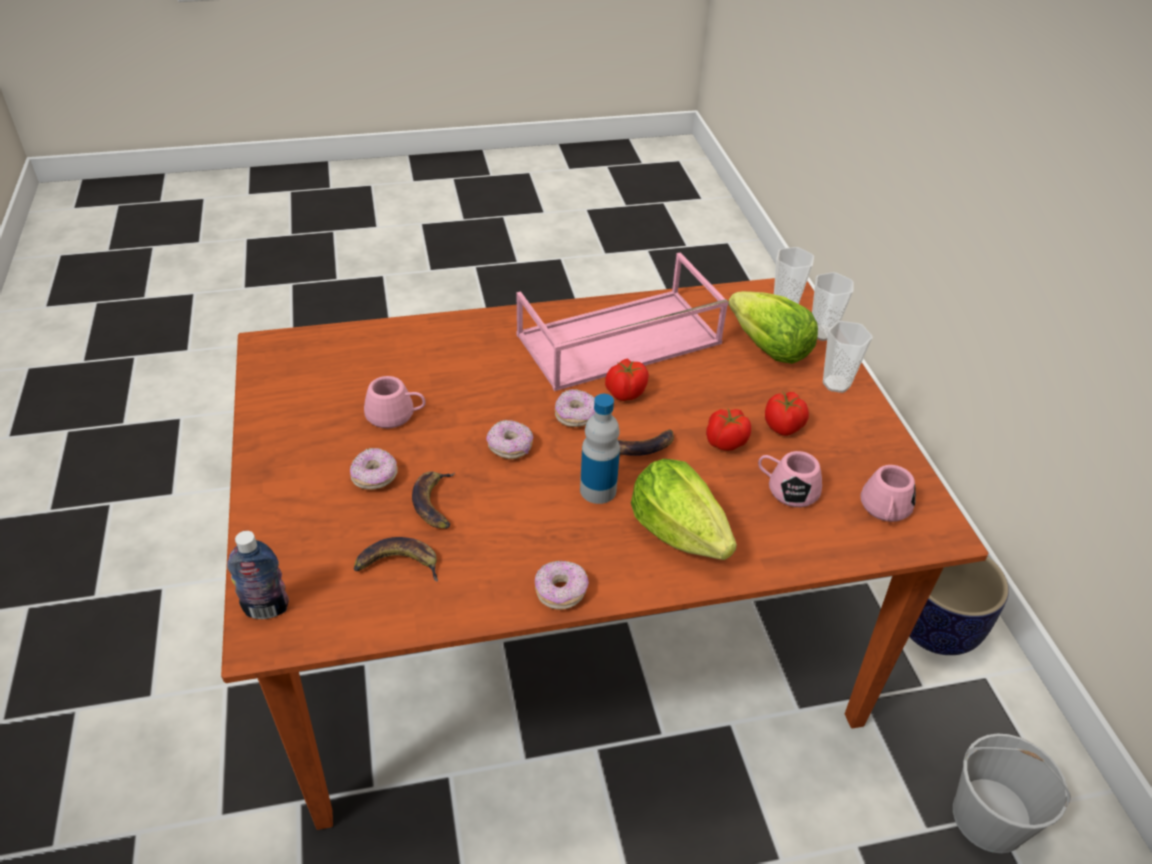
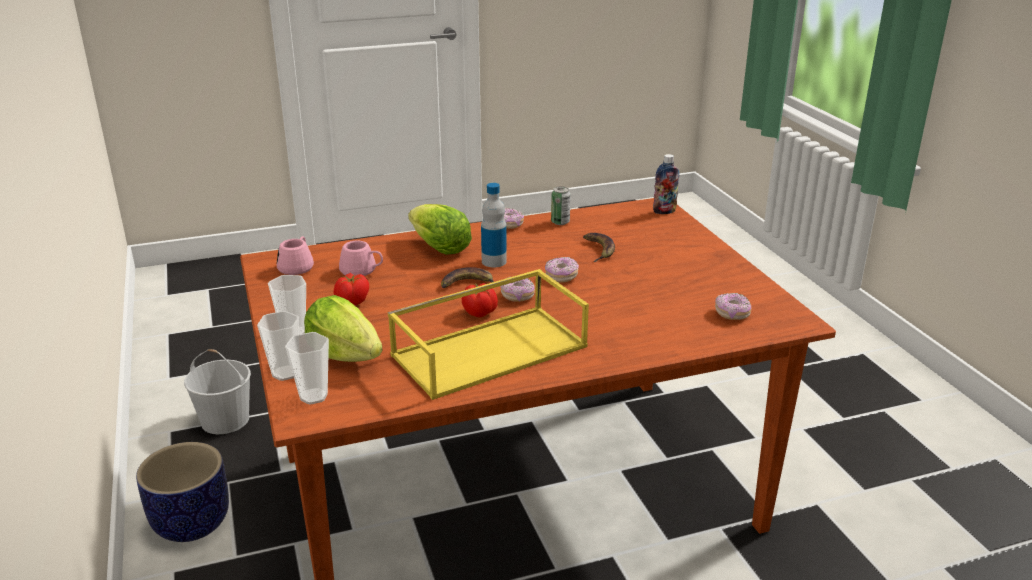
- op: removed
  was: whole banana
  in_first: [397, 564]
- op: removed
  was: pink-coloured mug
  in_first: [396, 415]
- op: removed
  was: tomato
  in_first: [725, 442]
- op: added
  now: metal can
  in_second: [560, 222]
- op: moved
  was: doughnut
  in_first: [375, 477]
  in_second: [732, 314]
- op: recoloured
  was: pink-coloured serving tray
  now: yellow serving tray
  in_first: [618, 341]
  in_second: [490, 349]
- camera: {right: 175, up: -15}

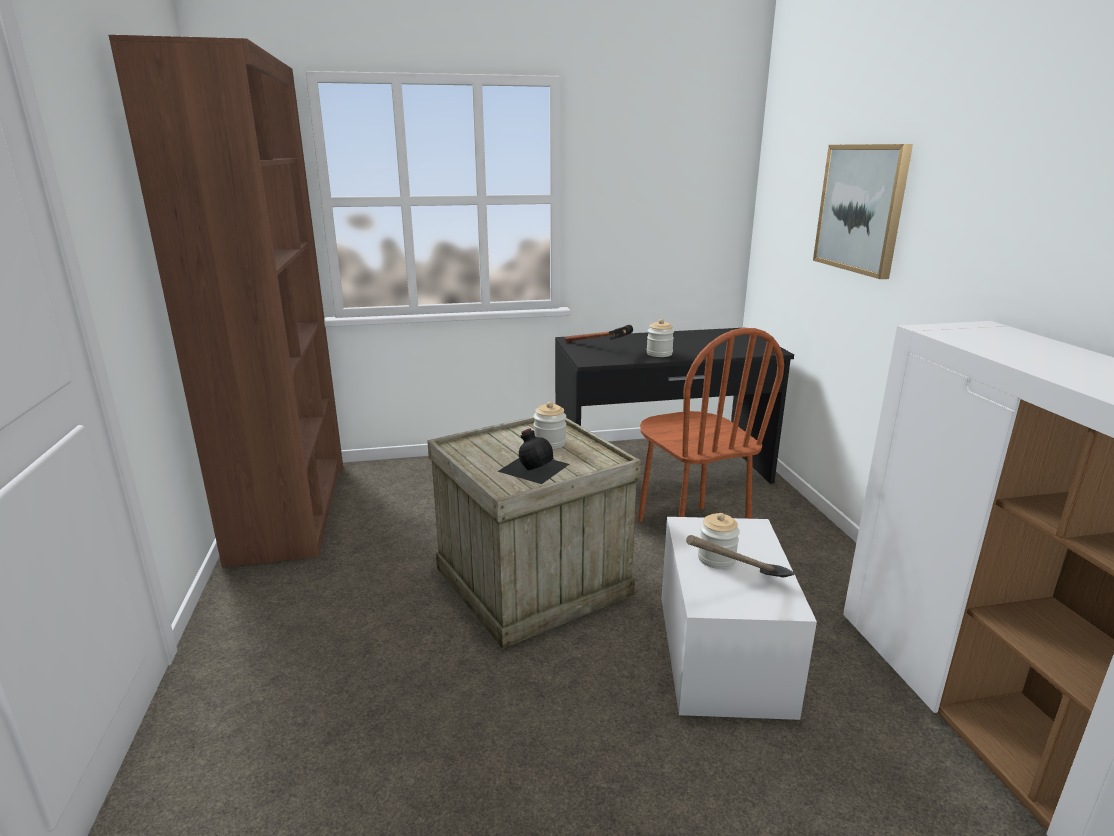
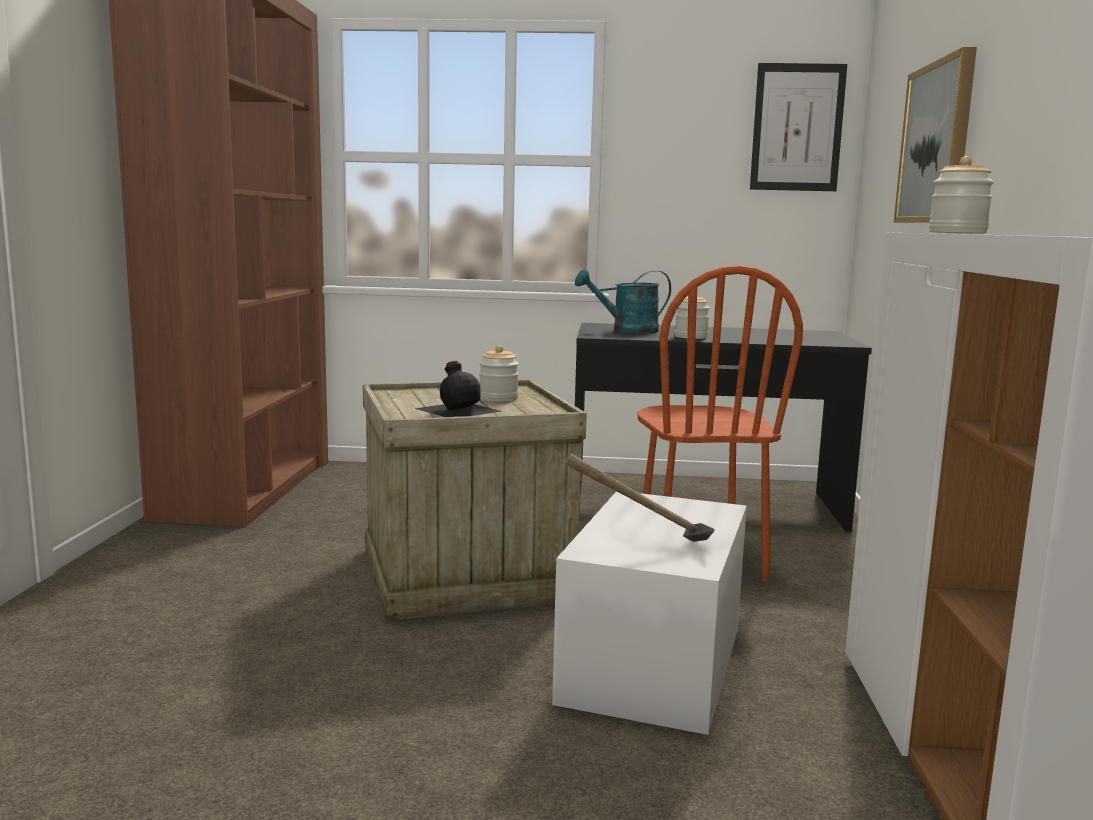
- op: added
  now: wall art
  in_second: [797, 127]
- op: moved
  was: preserve jar
  in_first: [716, 559]
  in_second: [957, 233]
- op: replaced
  was: hammer
  now: turquoise-coloured watering pot
  in_first: [603, 348]
  in_second: [626, 330]
- camera: {right: 15, up: -10}

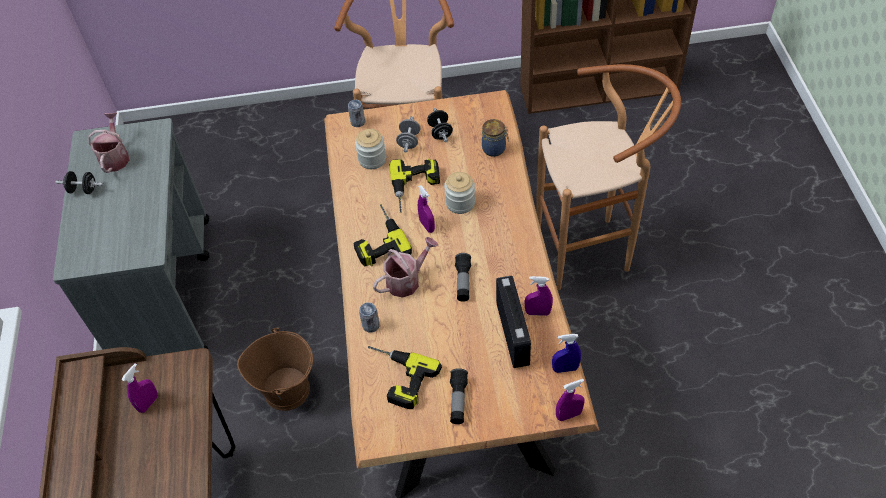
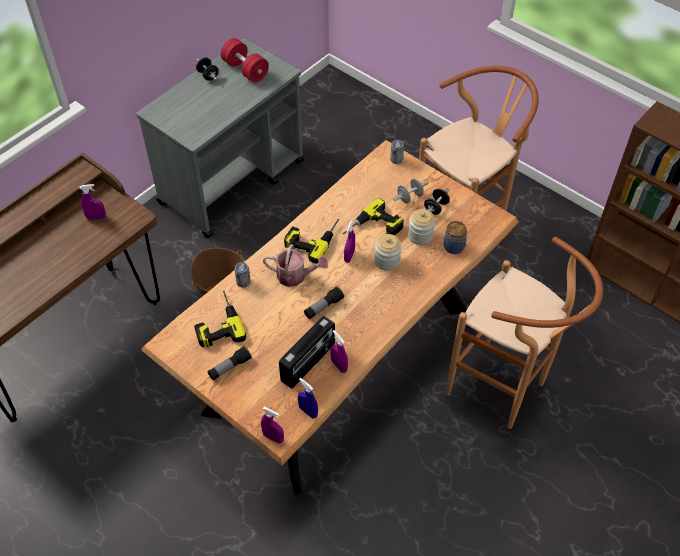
- op: moved
  was: preserve jar
  in_first: [372, 159]
  in_second: [420, 235]
- op: replaced
  was: watering pot
  now: red free weight
  in_first: [115, 157]
  in_second: [245, 70]
- camera: {right: 45, up: 0}

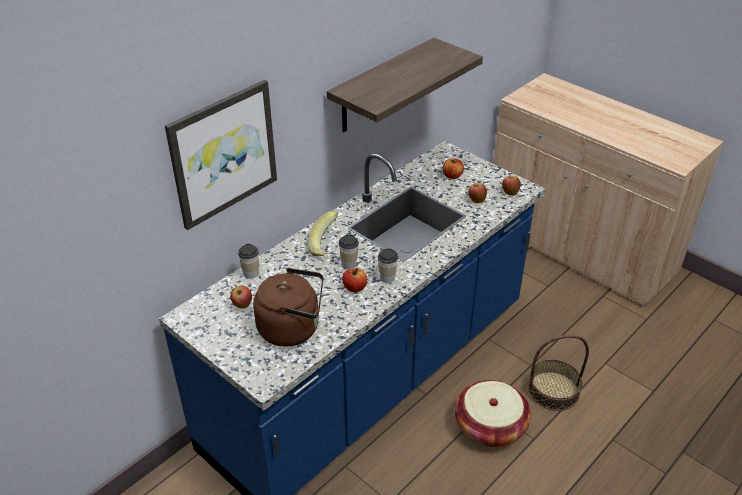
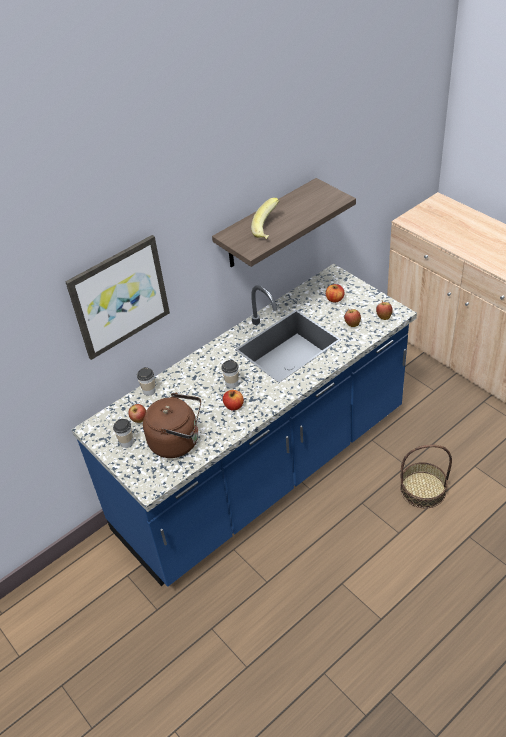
- op: removed
  was: household basket
  in_first: [490, 426]
- op: moved
  was: whole banana
  in_first: [326, 246]
  in_second: [268, 230]
- op: moved
  was: cup
  in_first: [387, 277]
  in_second: [126, 442]
- camera: {right: 10, up: 5}

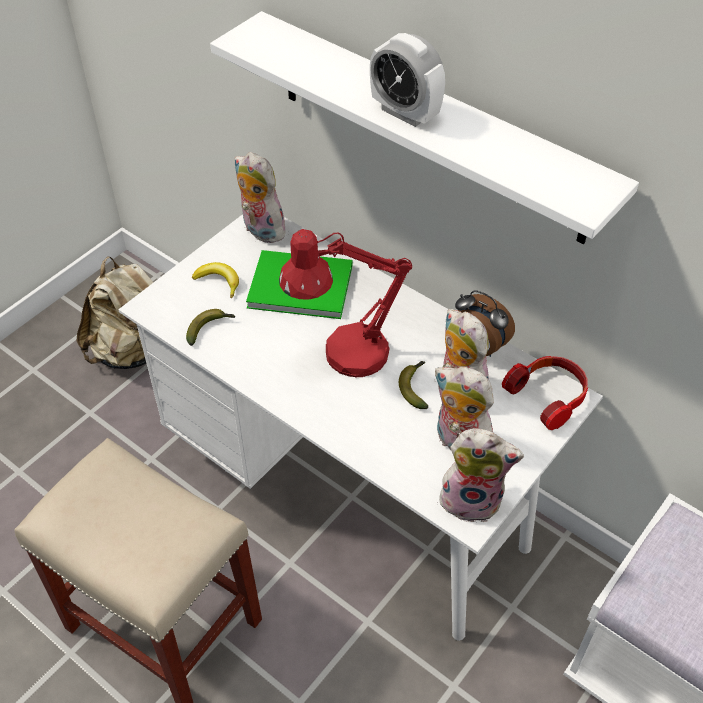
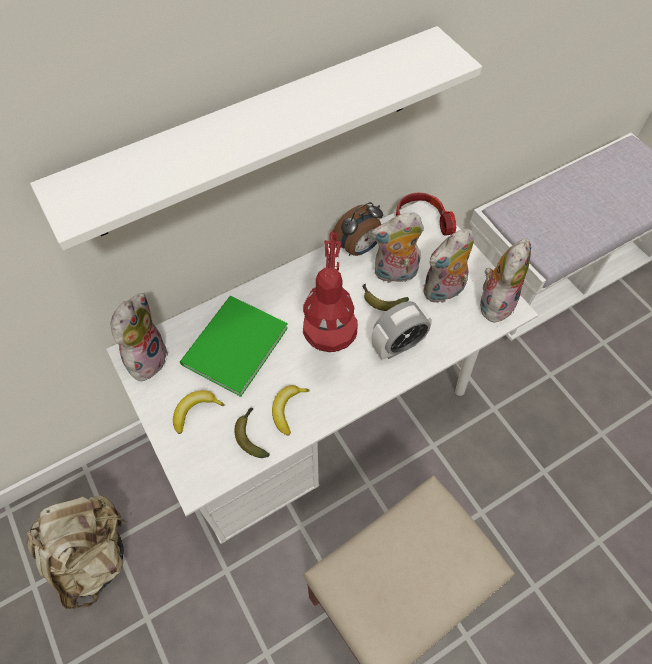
- op: added
  now: whole banana
  in_second: [287, 409]
- op: moved
  was: alarm clock
  in_first: [405, 113]
  in_second: [398, 345]
- op: turned
  was: plush toy
  in_first: [260, 230]
  in_second: [146, 357]
  clockwise: 135
- camera: {right: -70, up: 10}

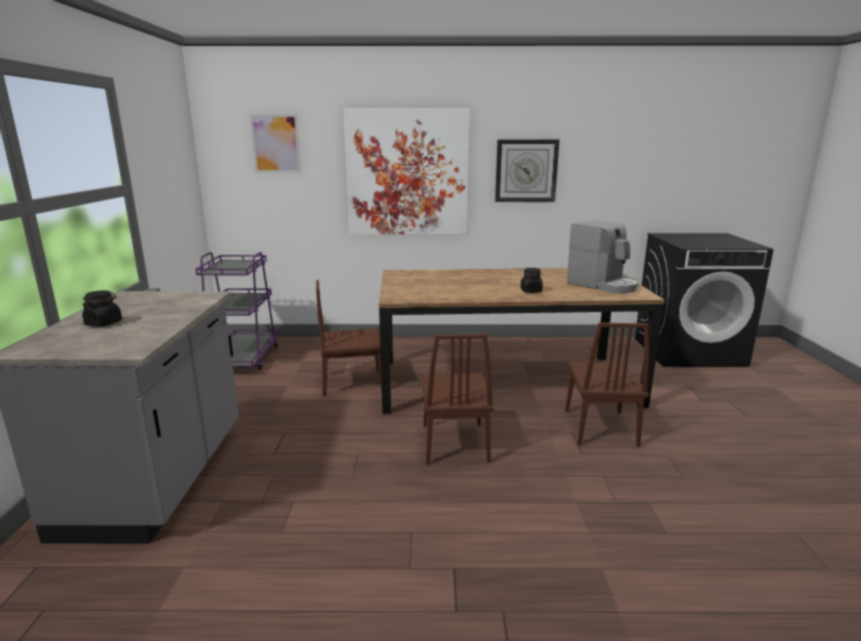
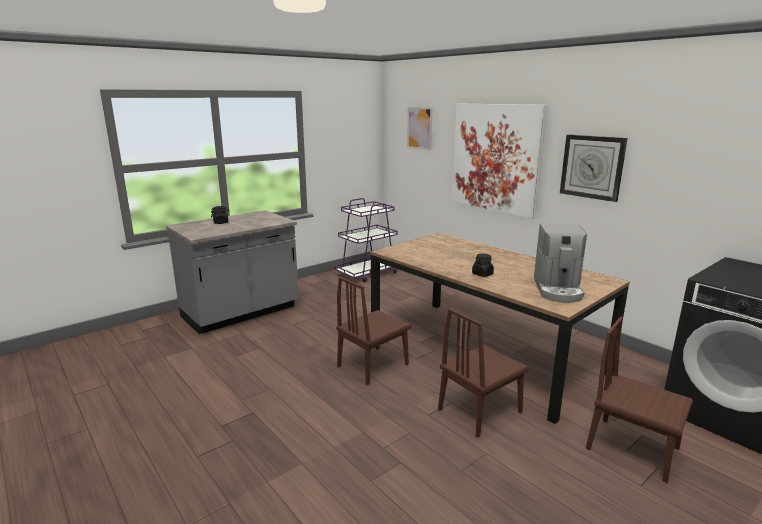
- op: moved
  was: brown chair
  in_first: [353, 382]
  in_second: [632, 448]
- camera: {right: 50, up: 0}

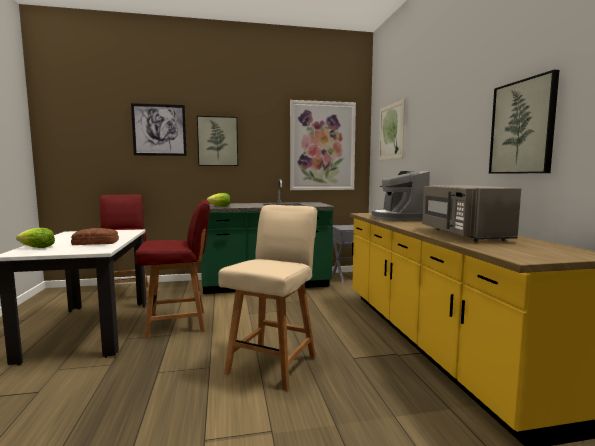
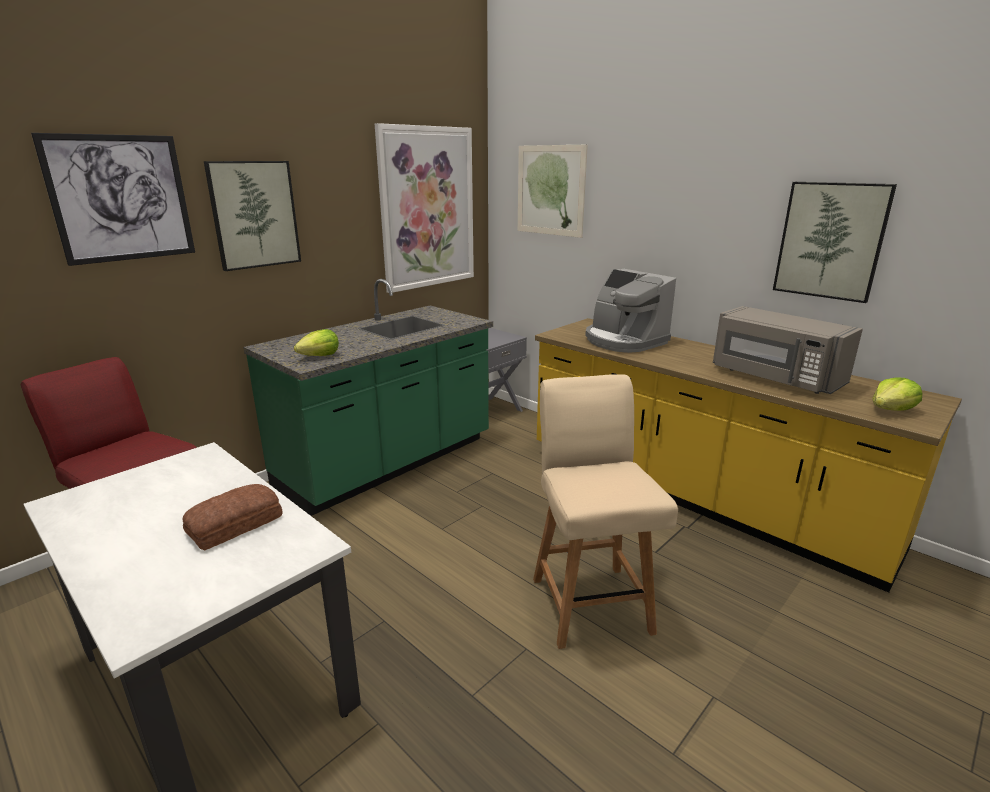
- op: removed
  was: red chair
  in_first: [179, 323]
- op: moved
  was: lettuce
  in_first: [37, 247]
  in_second: [891, 410]
- camera: {right: -35, up: 15}

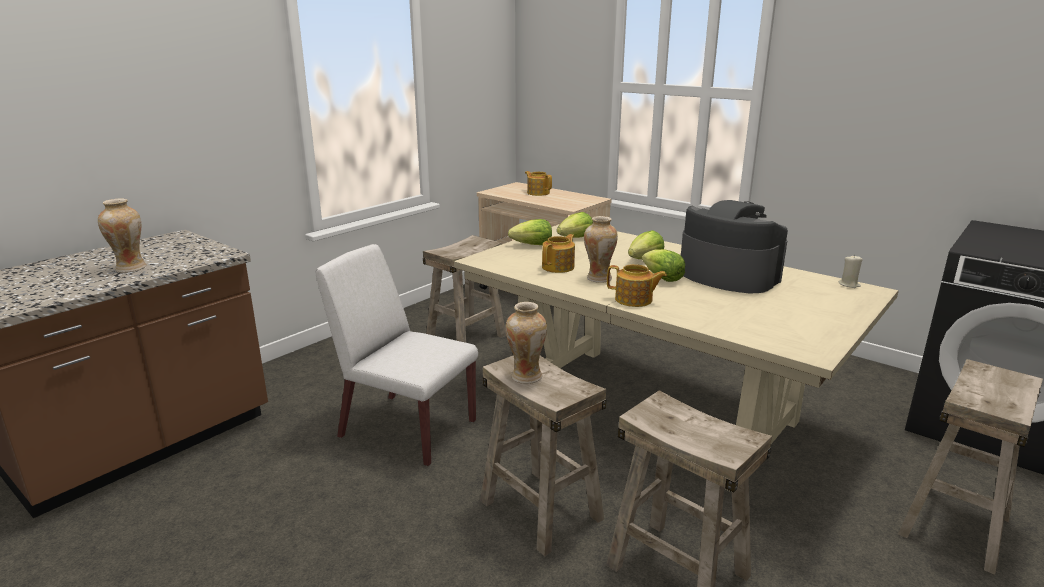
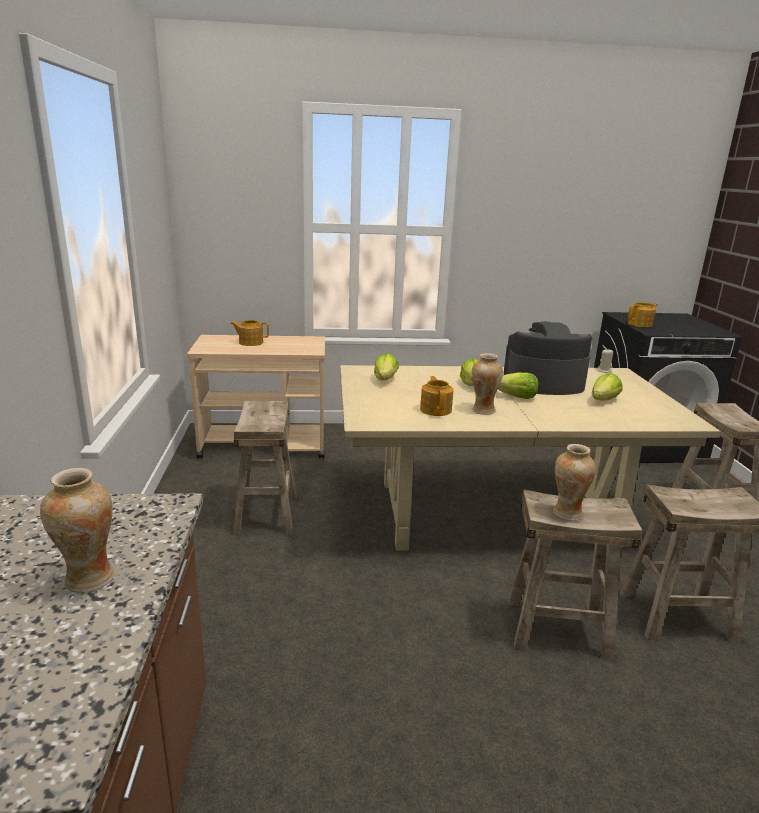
- op: removed
  was: whitish chair
  in_first: [406, 428]
- op: moved
  was: lettuce
  in_first: [532, 245]
  in_second: [603, 400]
- op: moved
  was: pot for tea
  in_first: [634, 300]
  in_second: [640, 324]
- camera: {right: -45, up: 0}

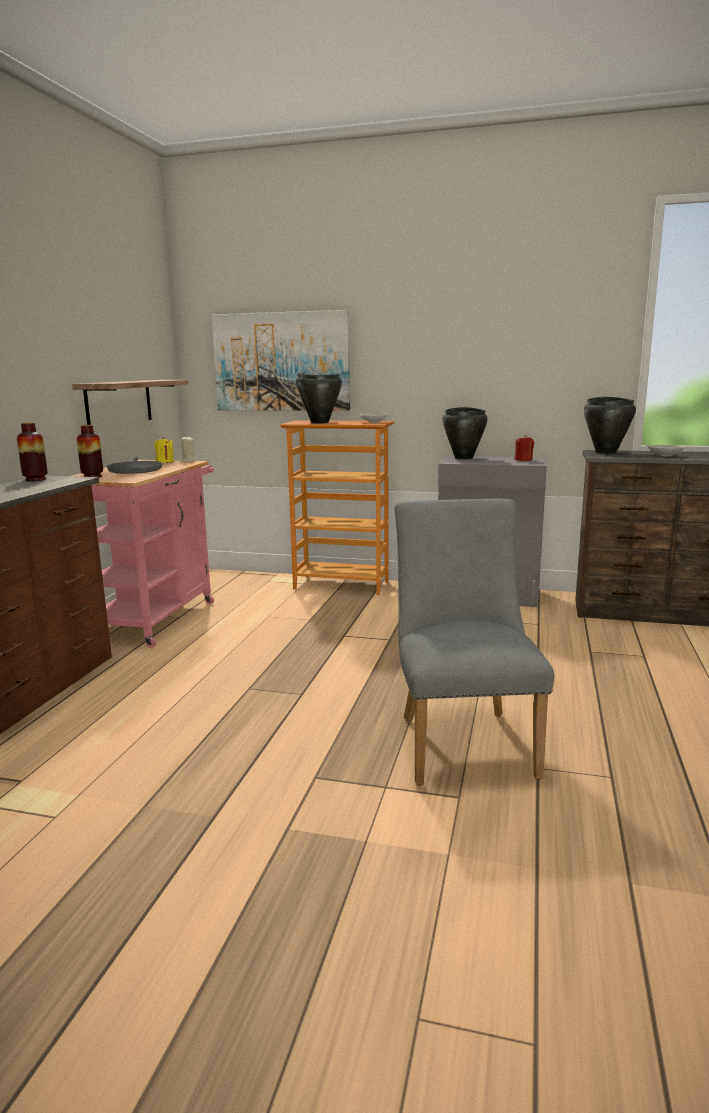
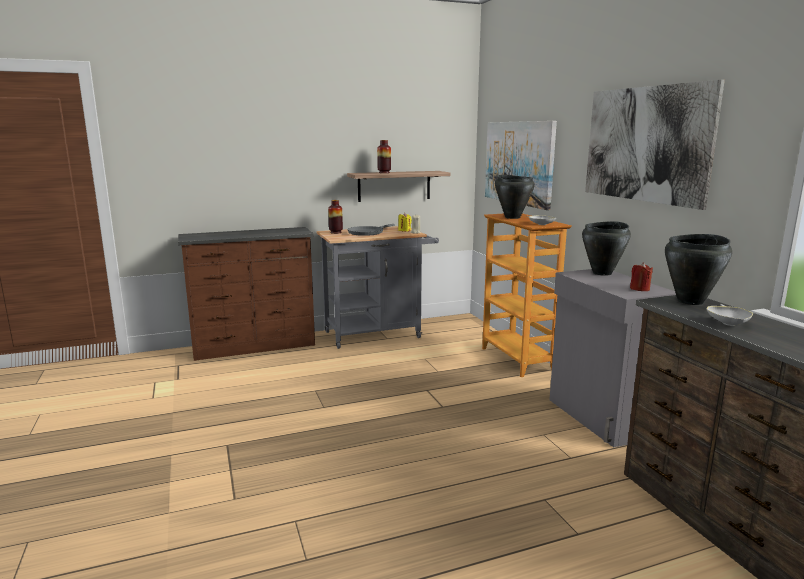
- op: removed
  was: gray chair
  in_first: [462, 740]
- op: added
  now: wall art
  in_second: [645, 144]
- op: moved
  was: decorative vase
  in_first: [35, 479]
  in_second: [384, 172]
- op: recoloured
  was: pink-coloured trolley
  now: gray trolley
  in_first: [155, 617]
  in_second: [378, 333]
- camera: {right: 55, up: 0}

